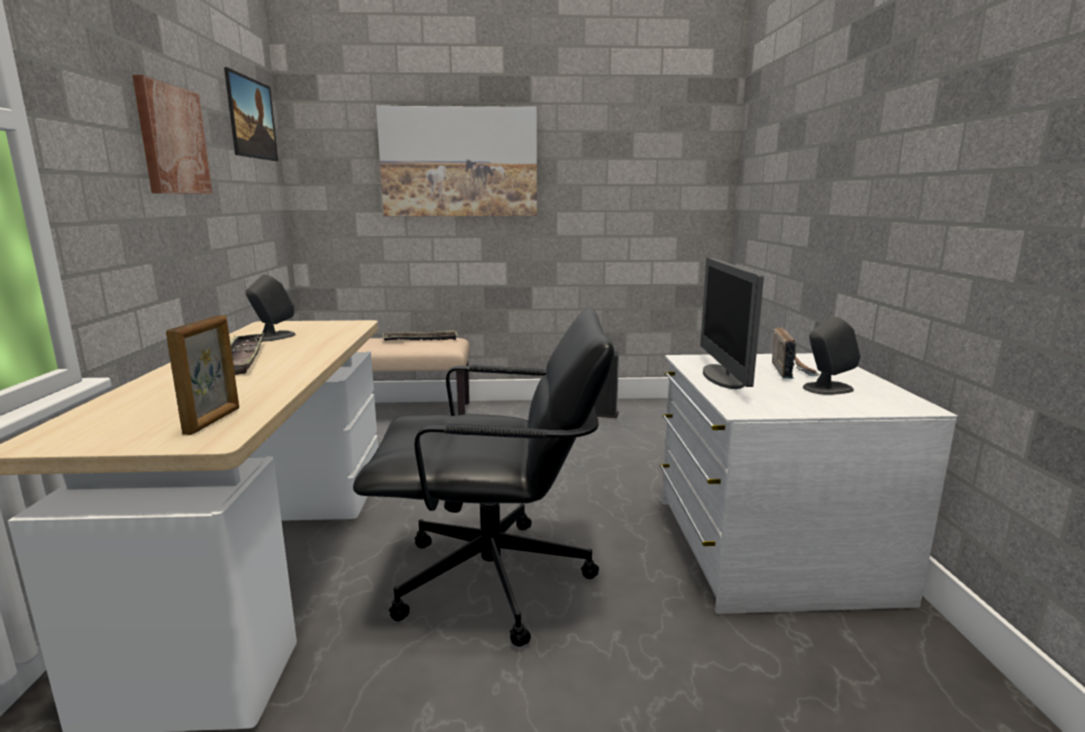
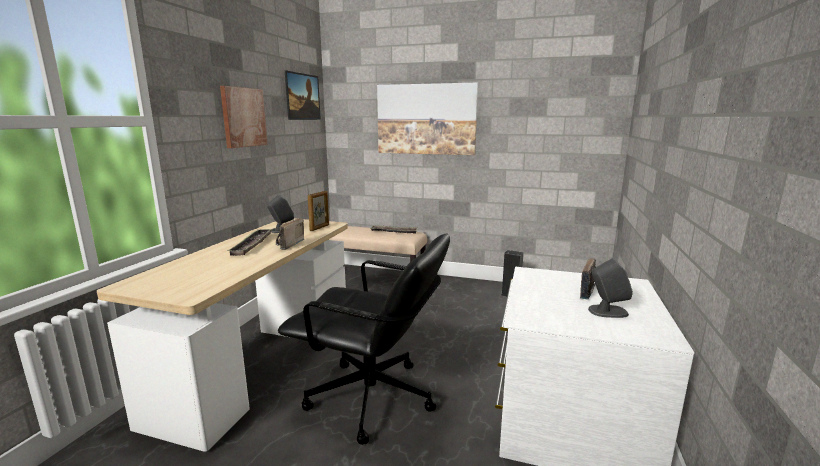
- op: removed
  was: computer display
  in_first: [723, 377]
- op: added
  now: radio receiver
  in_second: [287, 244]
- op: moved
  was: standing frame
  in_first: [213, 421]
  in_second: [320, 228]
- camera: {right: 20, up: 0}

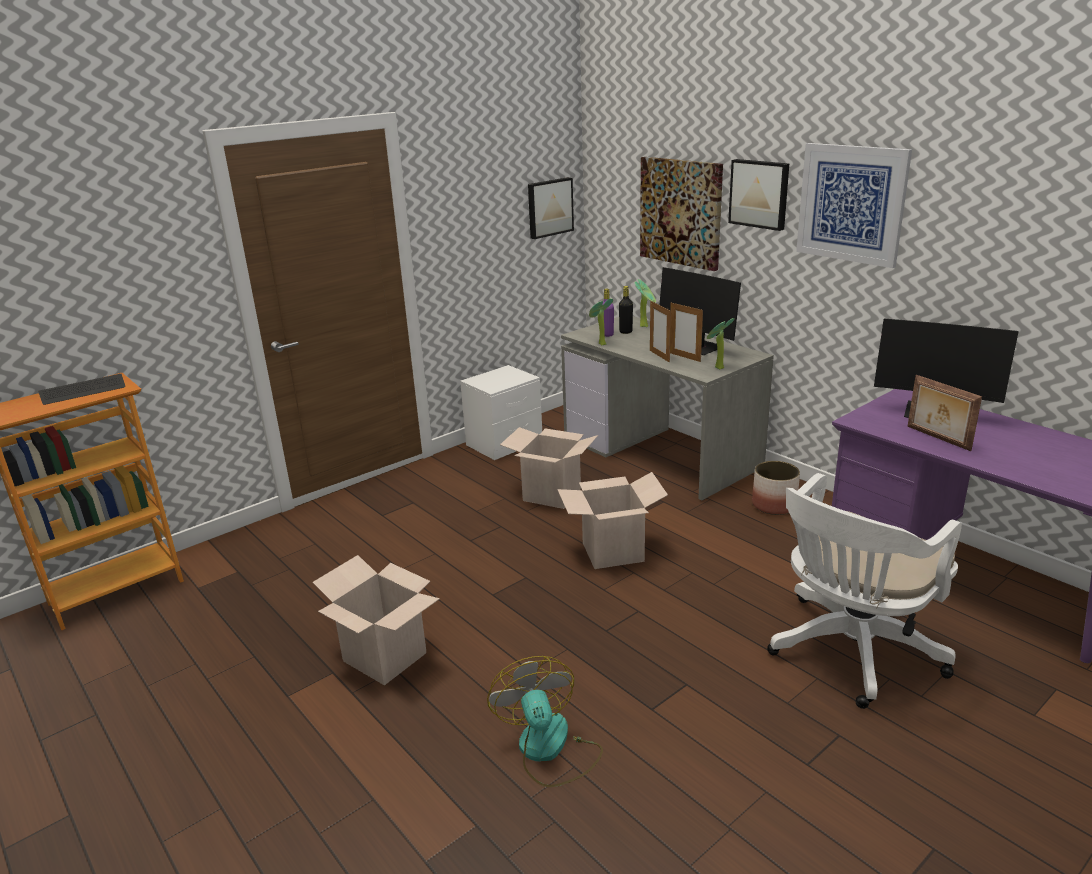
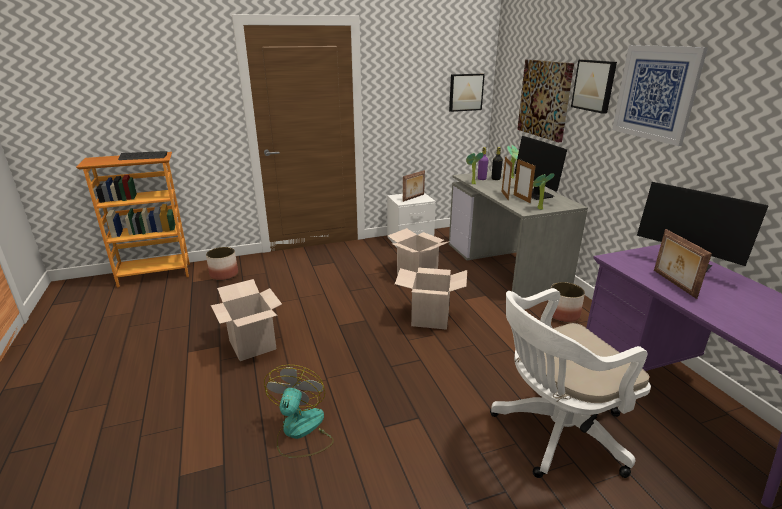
- op: added
  now: planter
  in_second: [224, 274]
- op: added
  now: standing frame
  in_second: [414, 198]
- camera: {right: 20, up: 0}

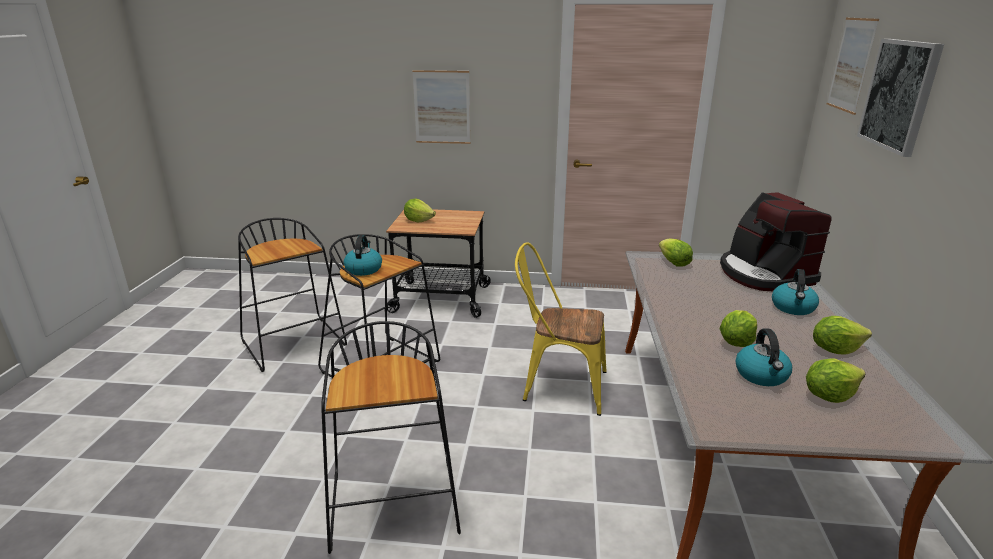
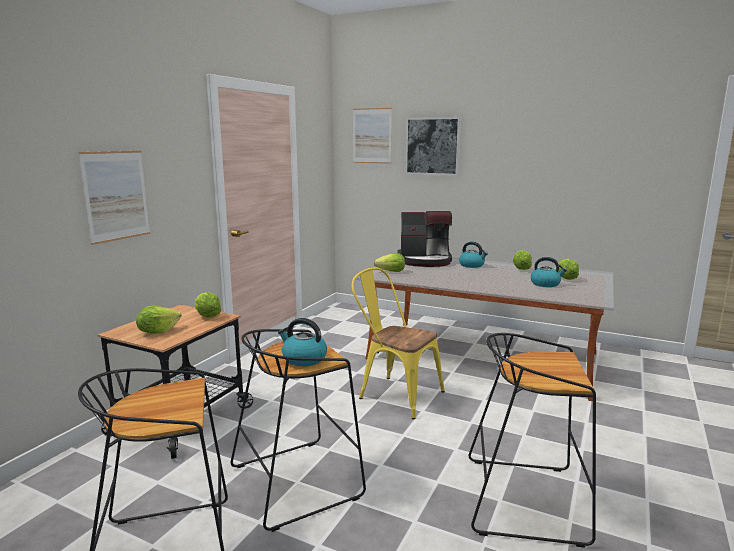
- op: moved
  was: lettuce
  in_first: [736, 342]
  in_second: [207, 316]
- op: turned
  was: yellow chair
  in_first: [557, 386]
  in_second: [395, 394]
  clockwise: 90
- camera: {right: -70, up: -10}

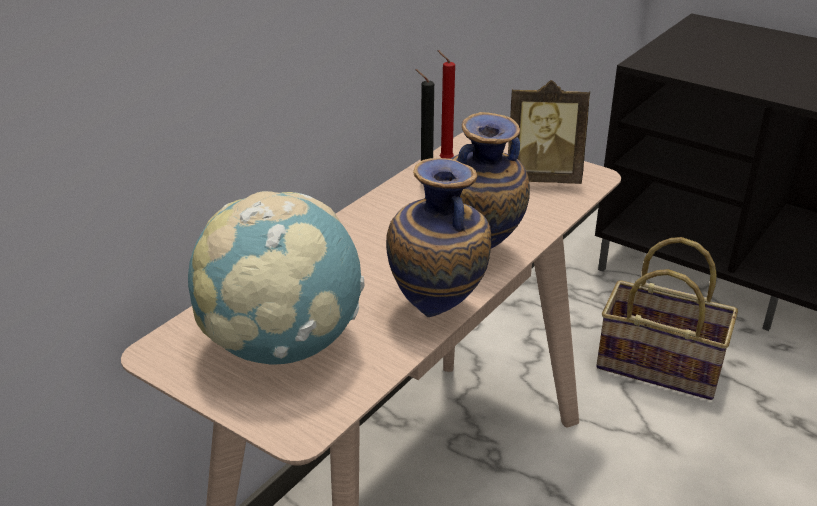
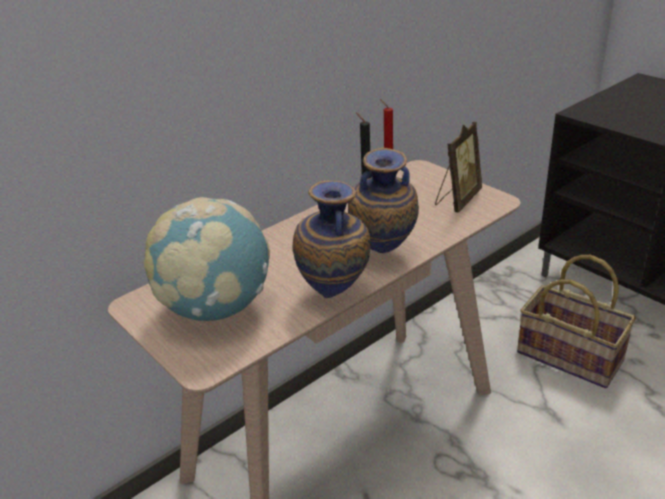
- op: turned
  was: standing frame
  in_first: [542, 178]
  in_second: [457, 200]
  clockwise: -75
- camera: {right: 15, up: 0}

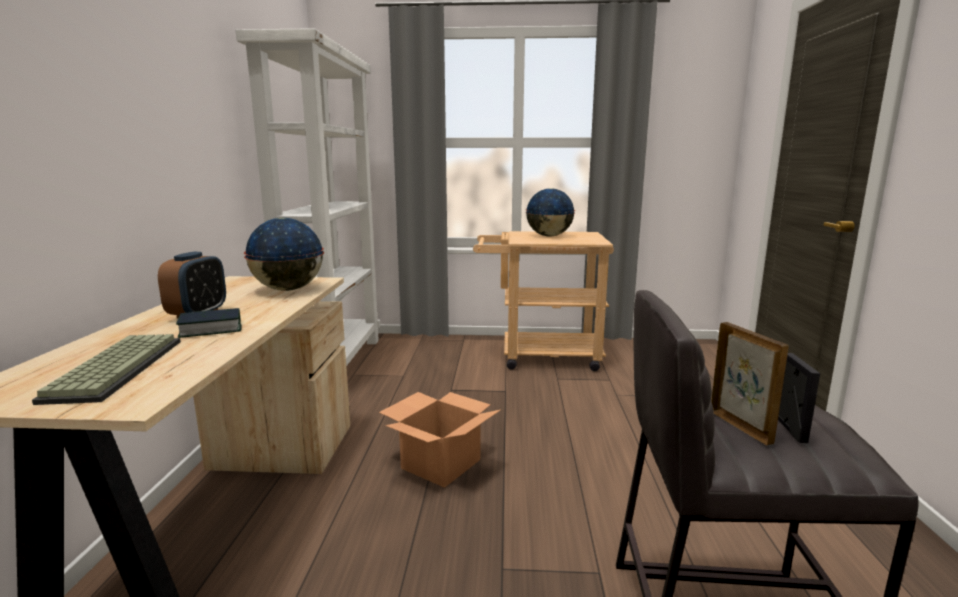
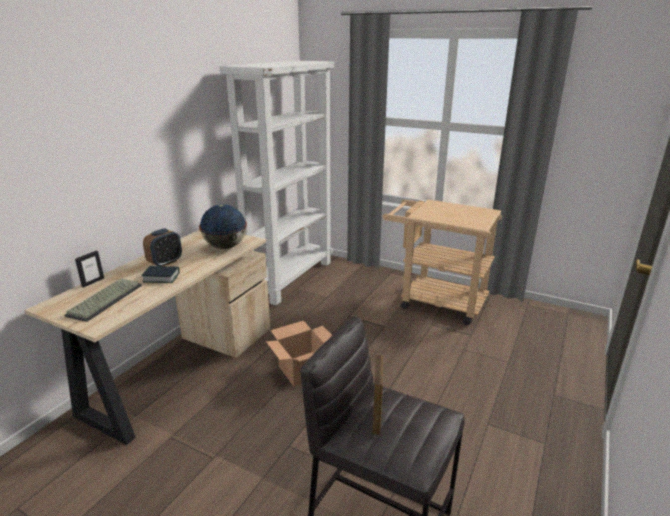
- op: removed
  was: desk globe
  in_first: [549, 236]
- op: moved
  was: standing frame
  in_first: [790, 429]
  in_second: [93, 282]
- camera: {right: 25, up: 10}

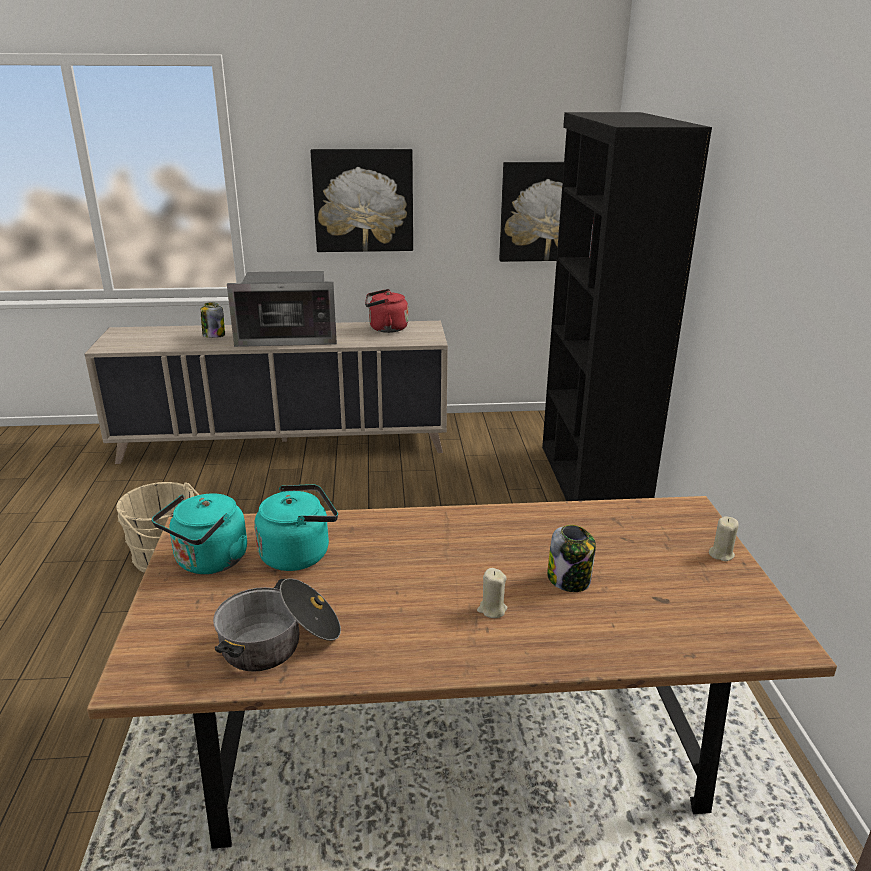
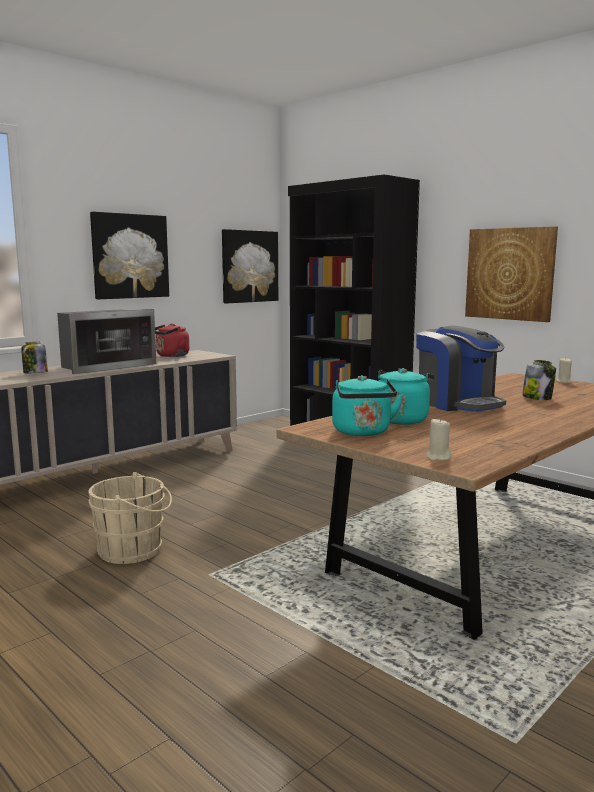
- op: removed
  was: saucepot
  in_first: [280, 642]
- op: added
  now: coffee brewer
  in_second: [457, 403]
- op: added
  now: wall art
  in_second: [510, 274]
- op: moved
  was: sand-coloured candle
  in_first: [492, 609]
  in_second: [438, 457]
- camera: {right: -40, up: -15}

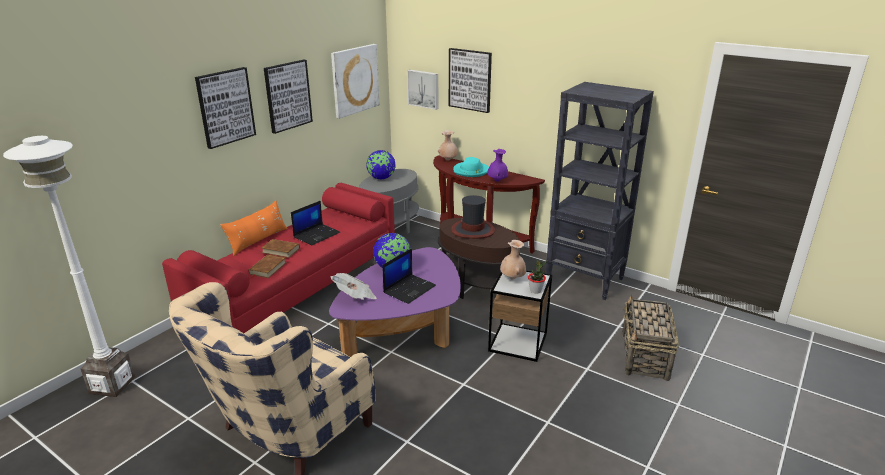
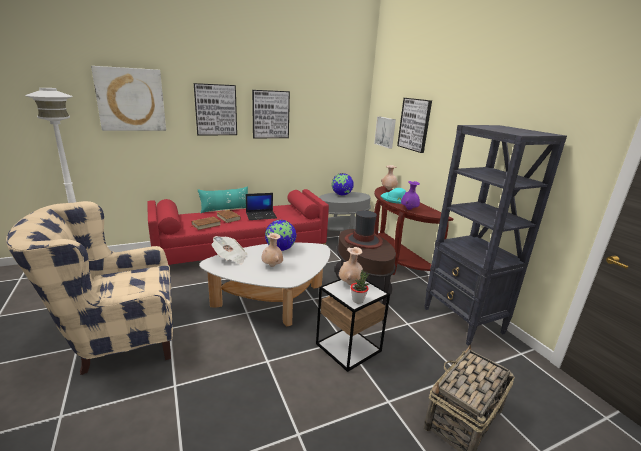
- op: moved
  was: wall art
  in_first: [355, 80]
  in_second: [131, 99]
- op: replaced
  was: portable computer
  now: sand-coloured decorative vase
  in_first: [409, 289]
  in_second: [272, 266]
- op: recoloured
  was: orange-coloured throw pillow
  now: turquoise-coloured throw pillow
  in_first: [258, 240]
  in_second: [225, 209]
- op: recoloured
  was: purple lounge table
  now: whitish lounge table
  in_first: [404, 330]
  in_second: [273, 301]
- camera: {right: 30, up: -5}

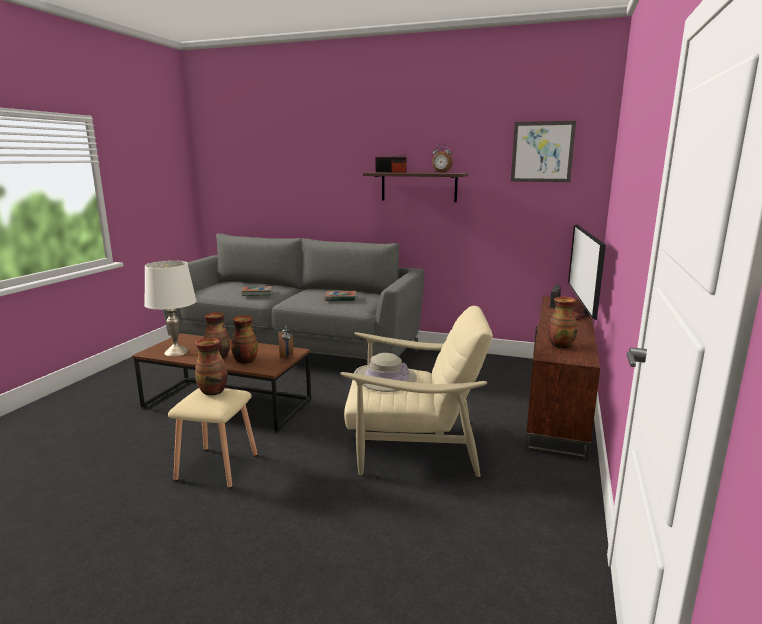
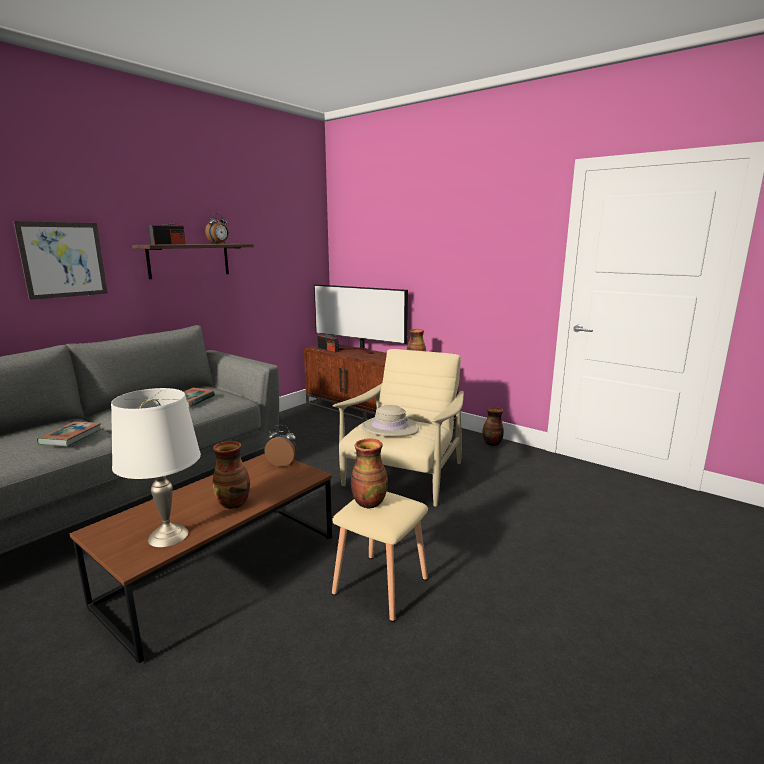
- op: moved
  was: decorative vase
  in_first: [245, 361]
  in_second: [492, 444]
- op: moved
  was: wall art
  in_first: [542, 152]
  in_second: [63, 260]
- camera: {right: -70, up: 0}

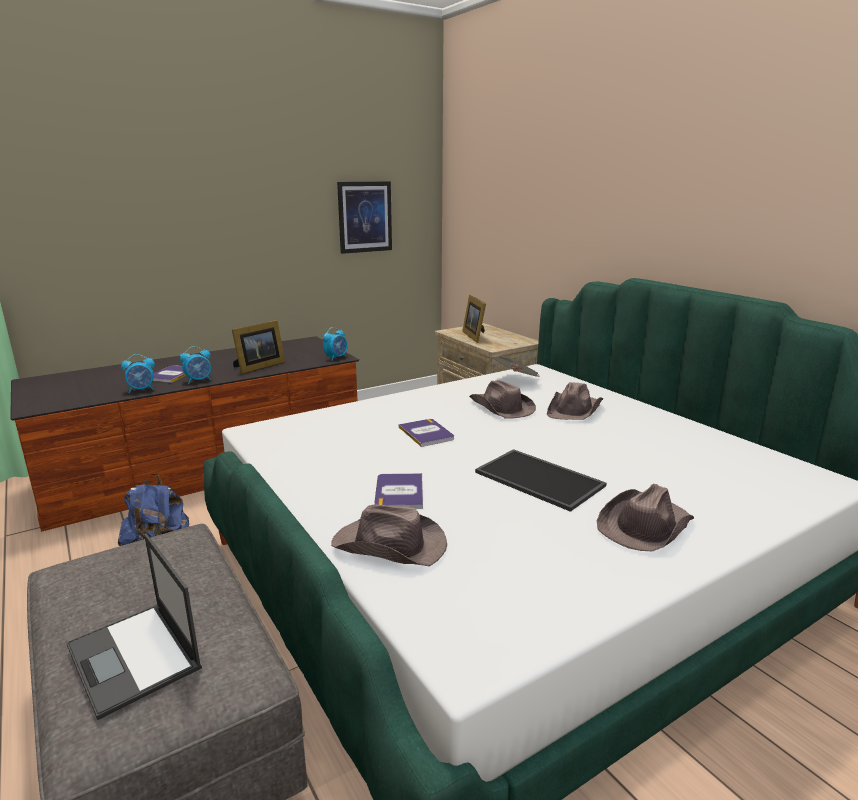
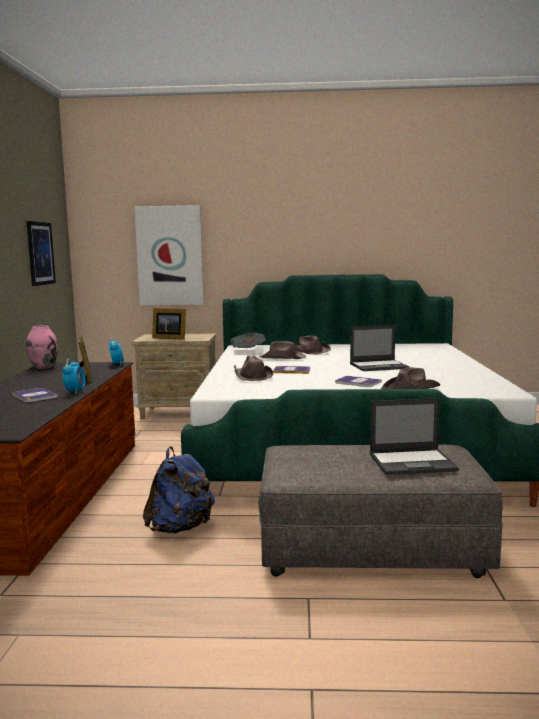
- op: removed
  was: alarm clock
  in_first: [142, 390]
- op: added
  now: pink-coloured decorative vase
  in_second: [43, 367]
- op: added
  now: wall art
  in_second: [170, 256]
- op: moved
  was: brown clothing hat
  in_first: [644, 525]
  in_second: [252, 376]
- op: replaced
  was: serving tray
  now: portable computer
  in_first: [541, 479]
  in_second: [379, 366]
- camera: {right: -55, up: -10}

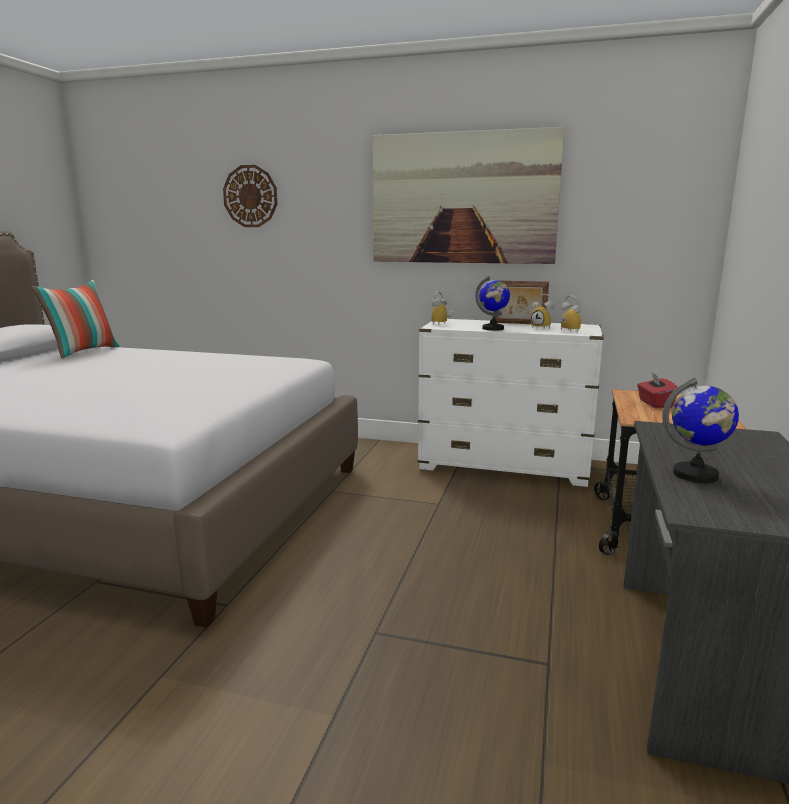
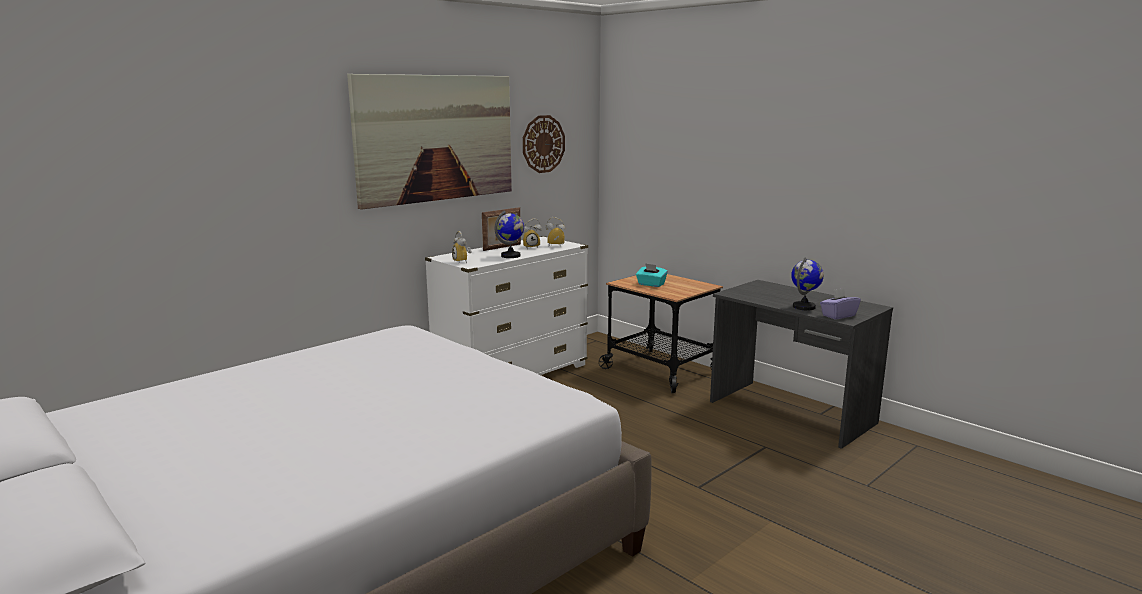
- op: removed
  was: throw pillow
  in_first: [83, 352]
- op: added
  now: purple tissue box
  in_second: [838, 315]
- op: moved
  was: clock on the wall
  in_first: [250, 196]
  in_second: [543, 144]
- op: recoloured
  was: red tissue box
  now: turquoise-coloured tissue box
  in_first: [654, 403]
  in_second: [651, 284]
- camera: {right: -60, up: 0}

